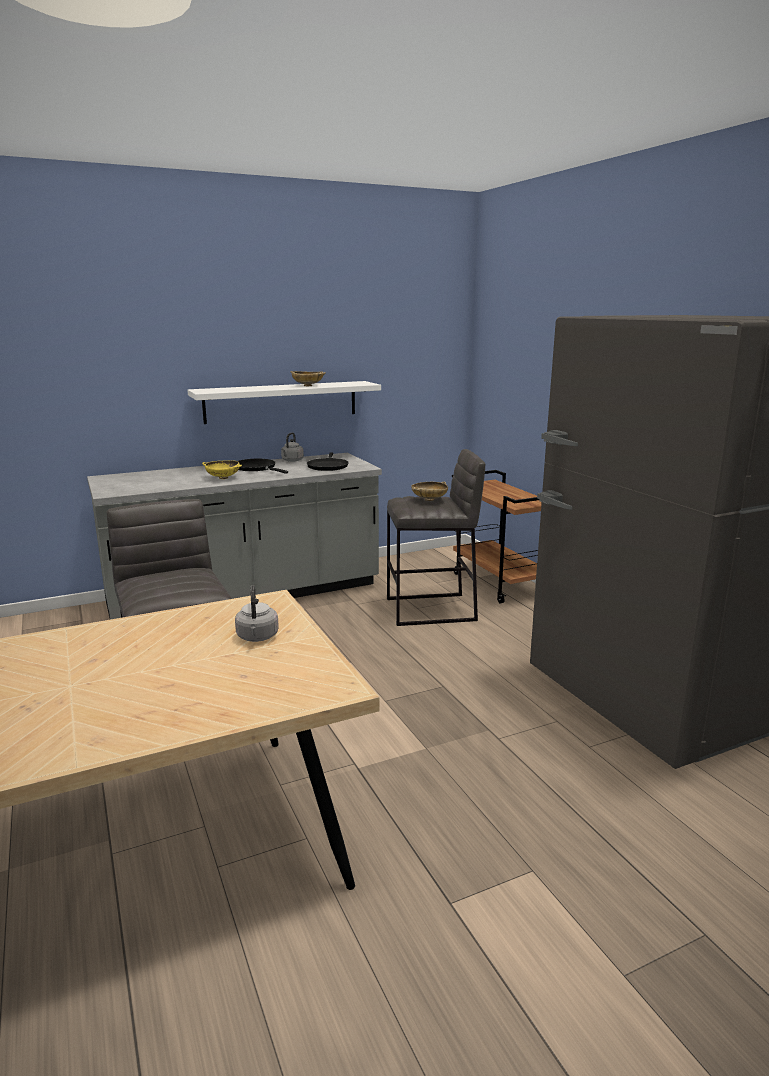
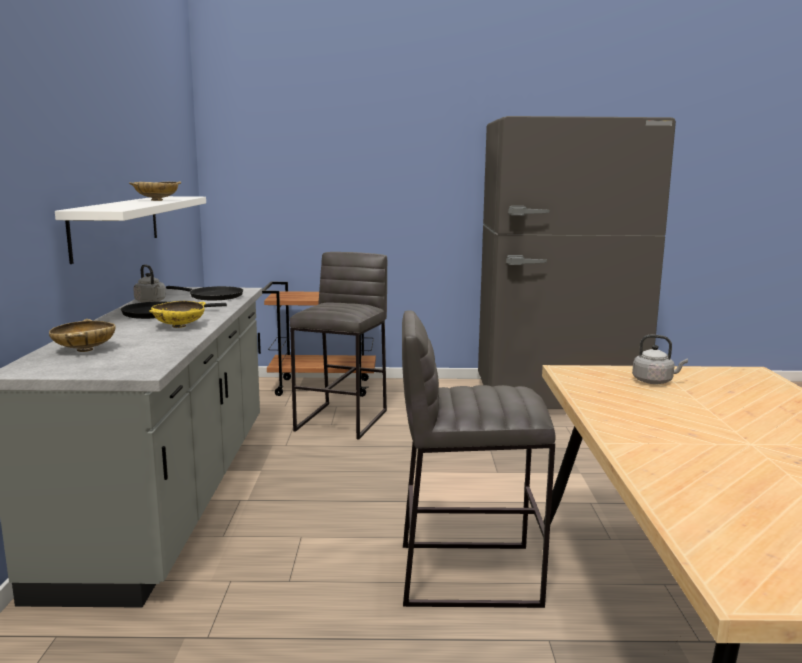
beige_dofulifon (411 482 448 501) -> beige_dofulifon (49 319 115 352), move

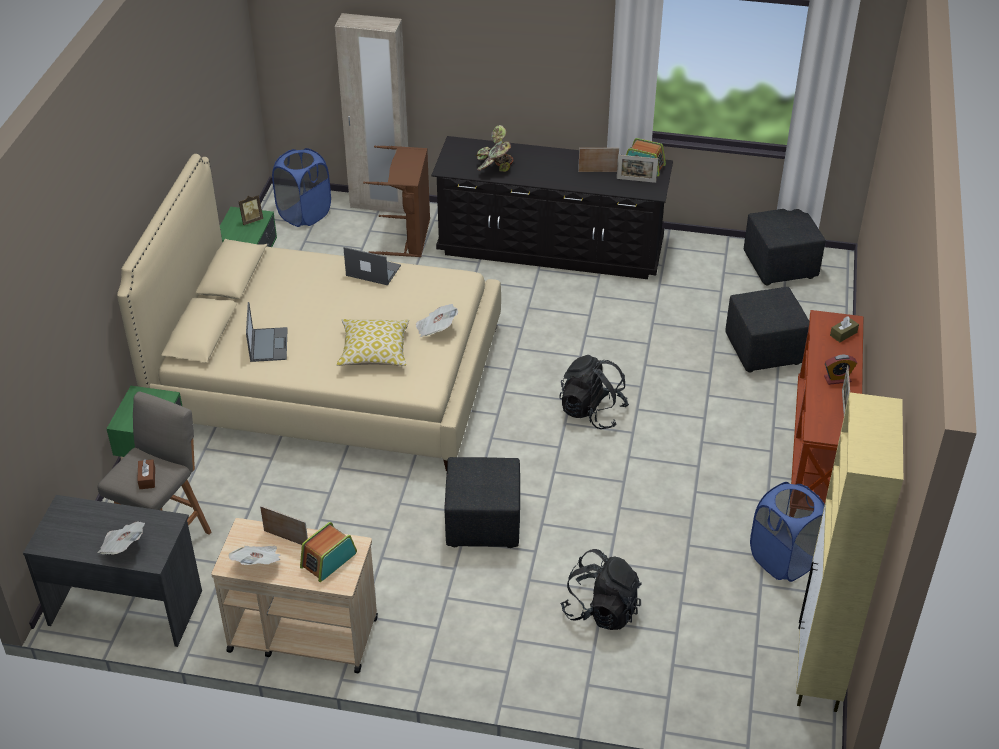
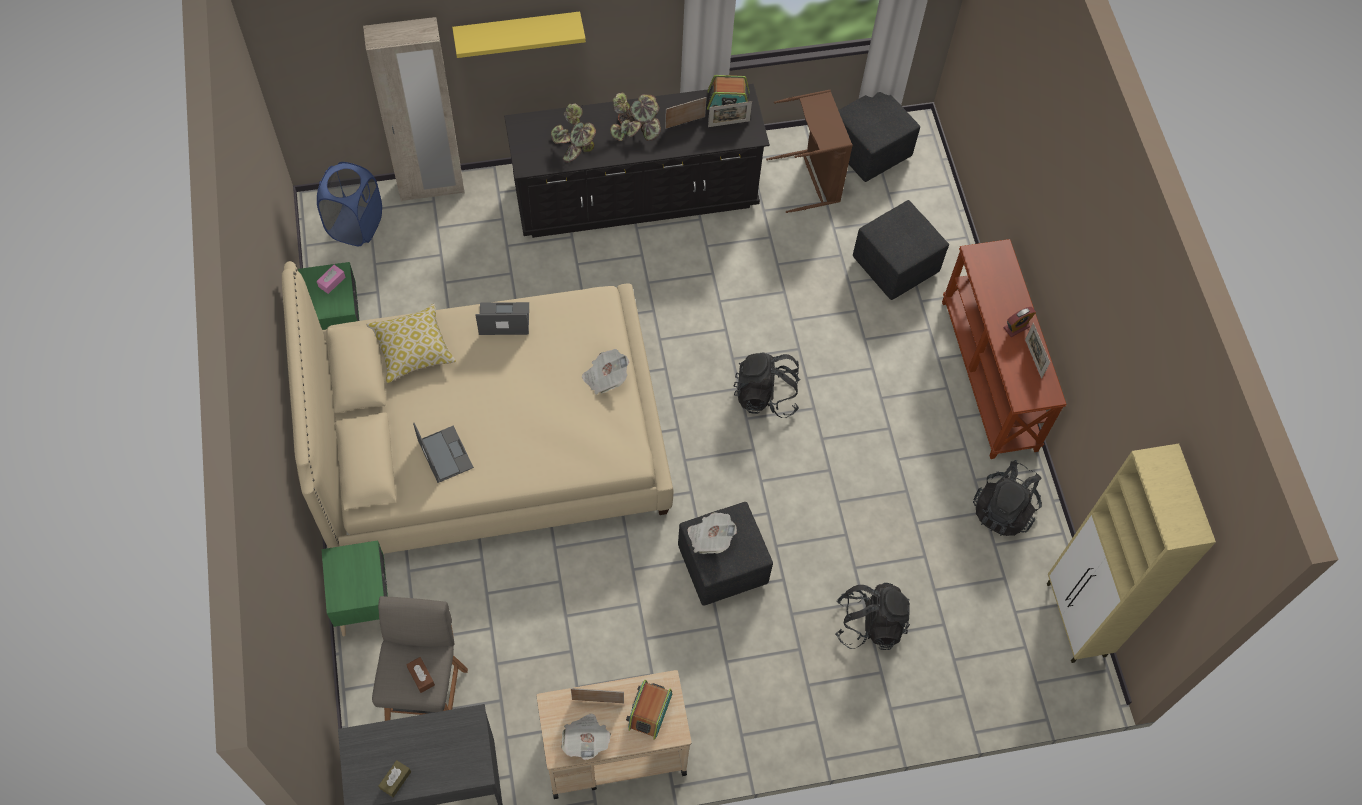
none -> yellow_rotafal (452 12 586 58)
none -> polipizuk (610 93 661 141)
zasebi (98 521 145 555) -> zasebi (687 512 737 554), move
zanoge (337 319 409 366) -> zanoge (366 303 456 384), move
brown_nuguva (363 146 430 257) -> brown_nuguva (766 90 853 213), move
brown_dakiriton (830 316 859 342) -> brown_dakiriton (378 760 411 797), move
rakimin (238 195 263 225) -> pink_dakiriton (317 265 346 294)
blue_nuguva (750 482 825 582) -> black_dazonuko (973 460 1042 536)

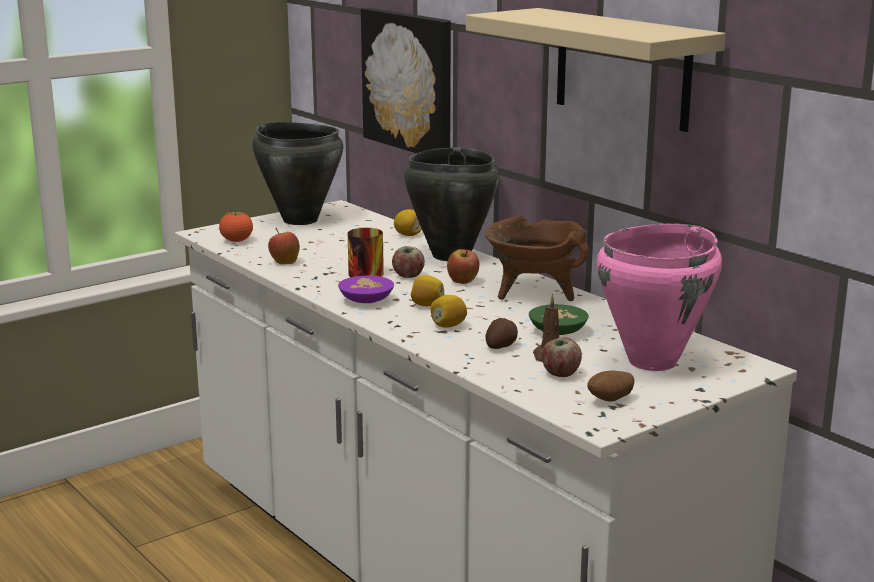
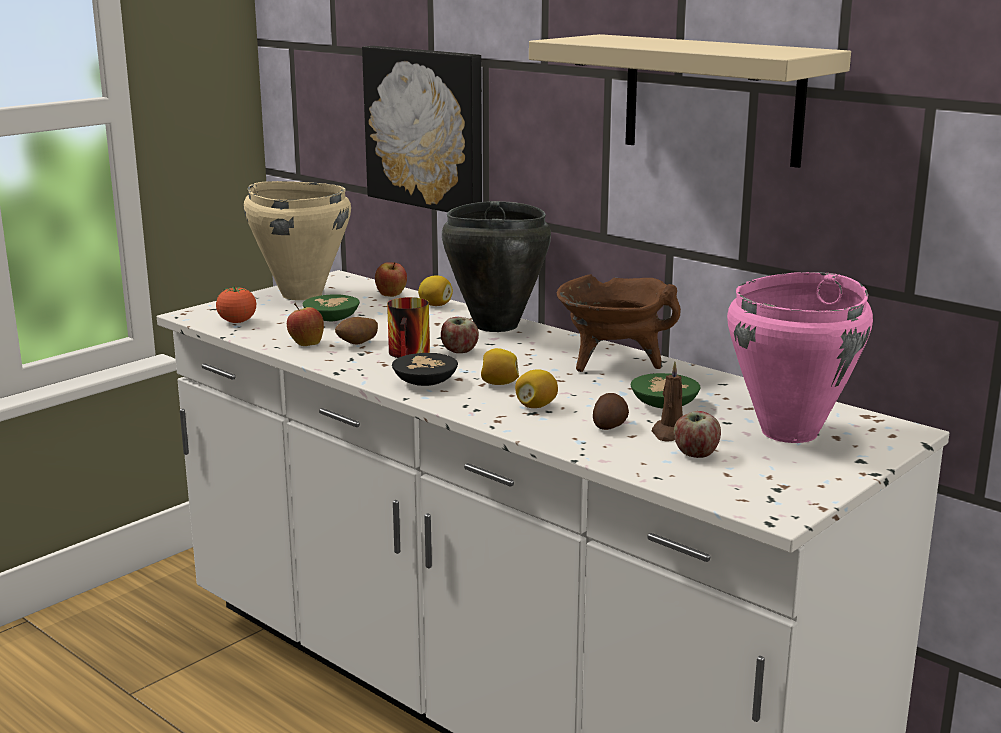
none -> green_dofulifon (303 295 360 321)
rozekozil (447 249 479 284) -> rozekozil (375 262 407 297), move
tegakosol (587 371 635 402) -> tegakosol (335 317 378 344), move
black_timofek (252 122 343 225) -> beige_timofek (244 181 351 300)
purple_dofulifon (338 275 394 303) -> black_dofulifon (392 353 458 386)

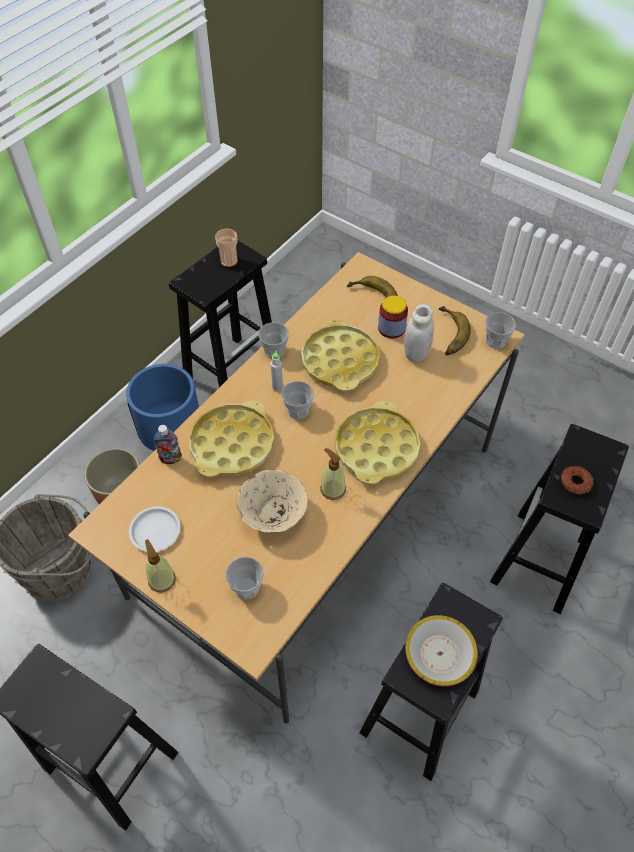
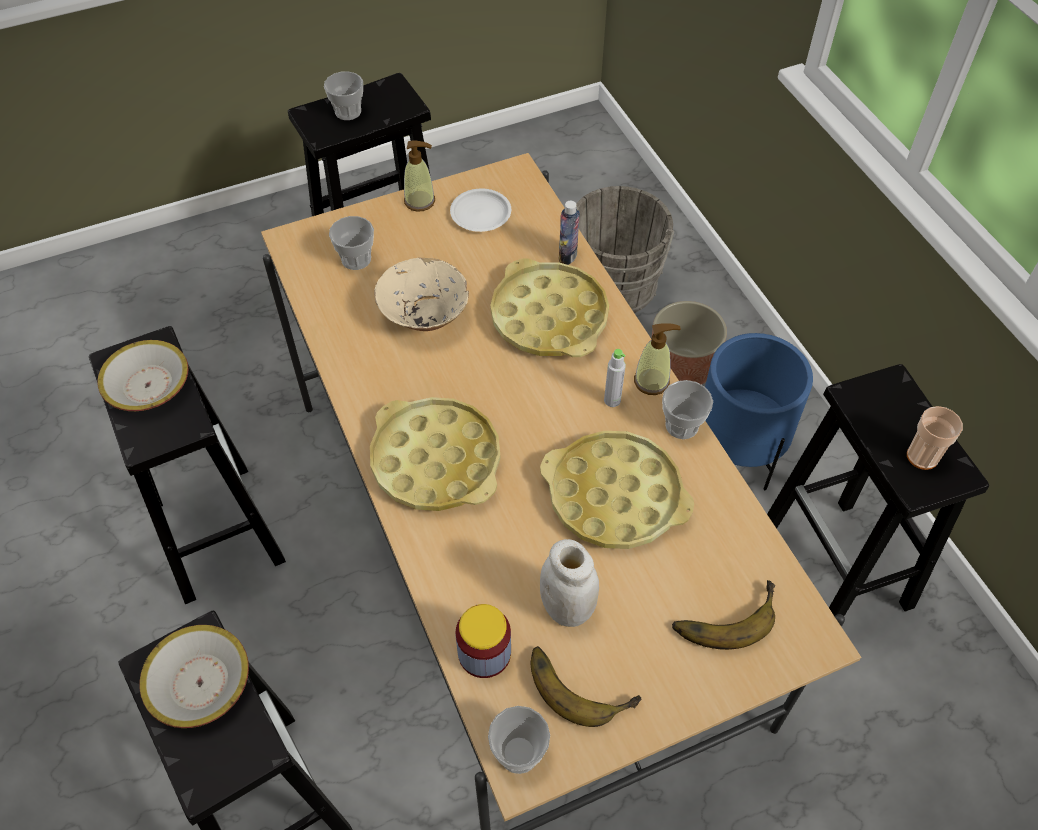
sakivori (281 381 314 419) -> sakivori (324 72 363 120), move
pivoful (320 448 346 500) -> pivoful (634 323 681 395), move
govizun (378 295 408 338) -> govizun (456 604 511 678), move
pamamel (561 466 594 494) -> dofulifon (140 625 249 728)

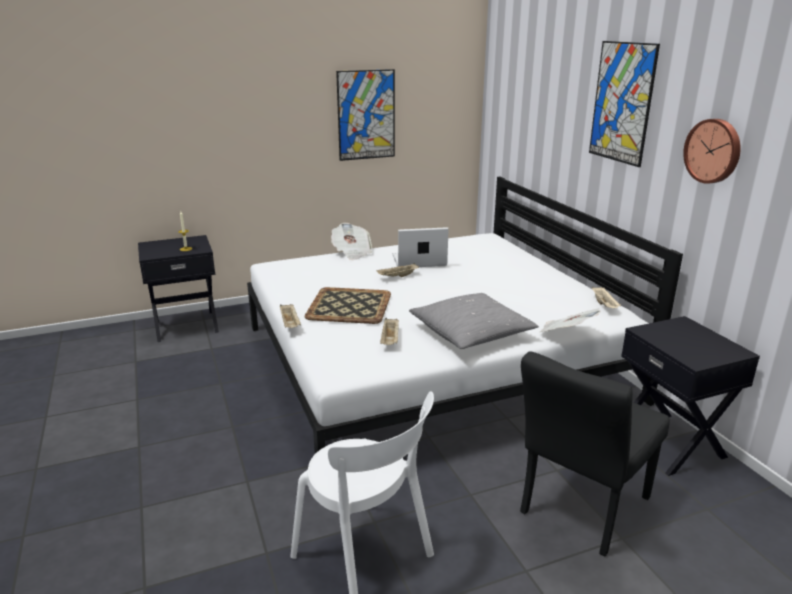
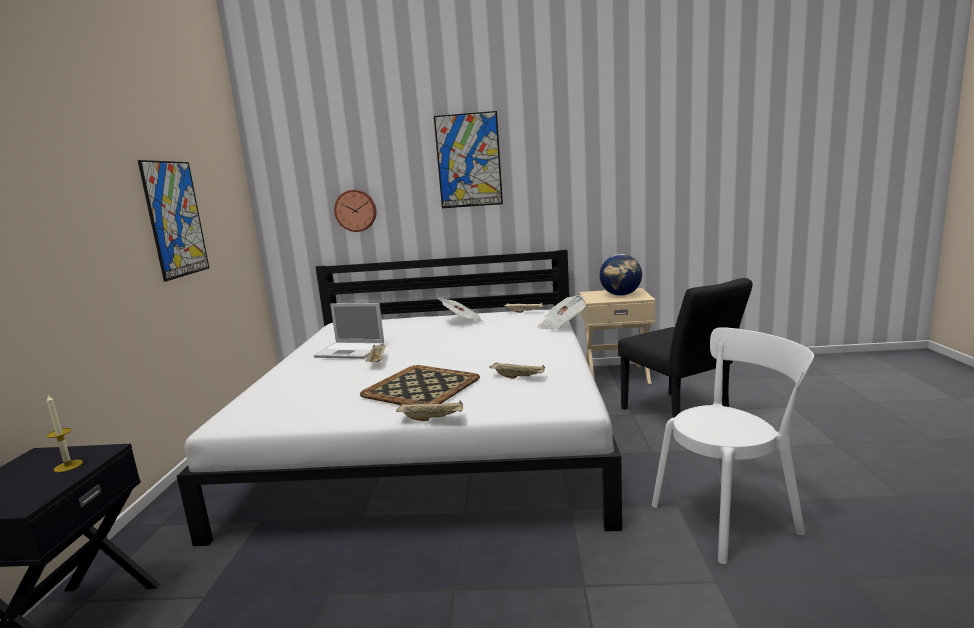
grey_zanoge (409 293 539 349) -> none
none -> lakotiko (600 254 642 296)
zasebi (331 223 372 260) -> zasebi (438 298 484 322), move
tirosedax (683 119 741 184) -> tirosedax (334 190 377 232), move
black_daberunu (621 316 760 476) -> beige_daberunu (579 288 656 384)
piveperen (393 227 449 267) -> piveperen (314 303 384 359), 90 degrees counterclockwise

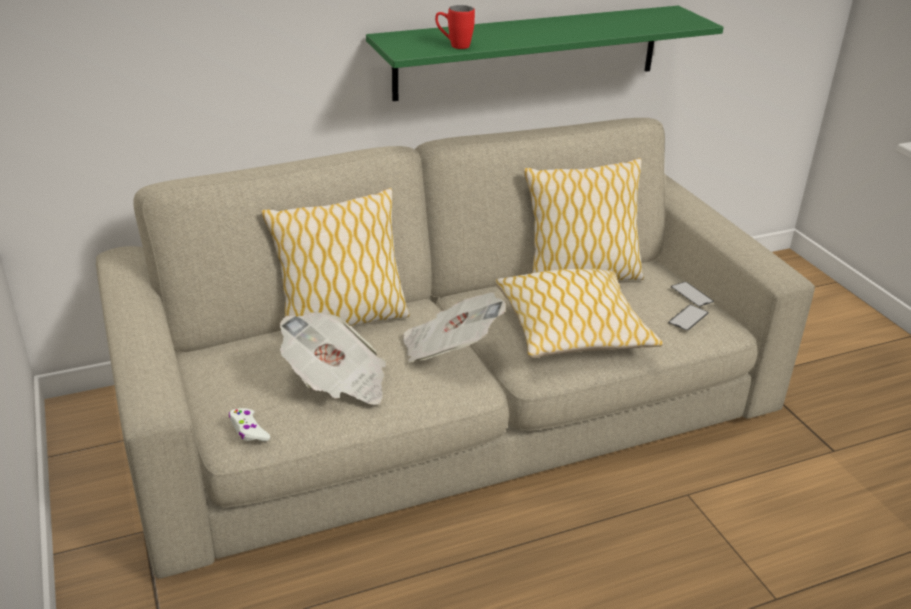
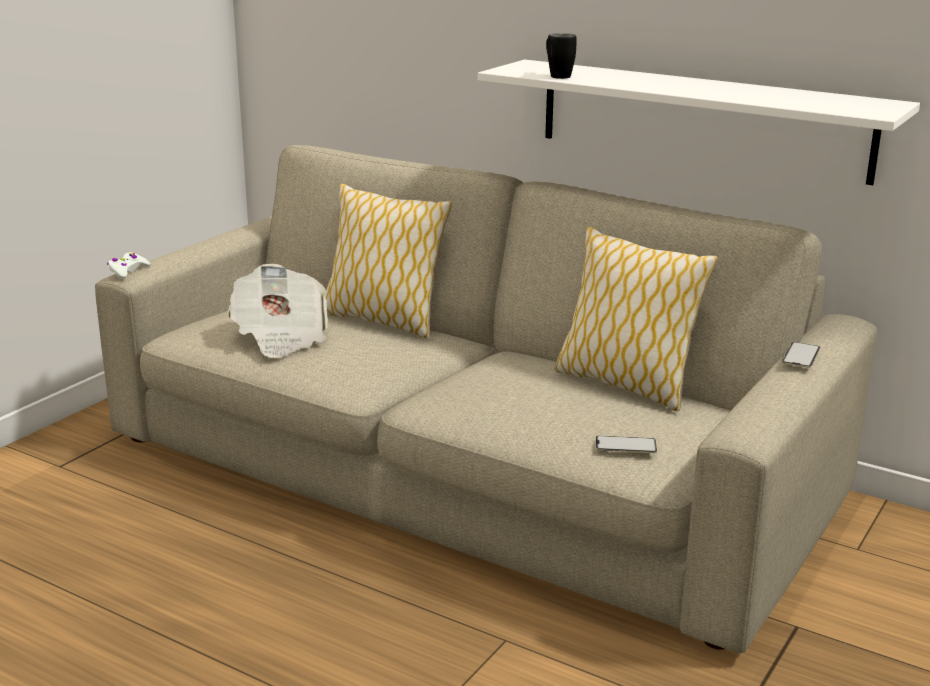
zasebi (403 292 506 363) -> none
zanoge (495 269 663 358) -> none
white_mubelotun (229 408 270 441) -> white_mubelotun (107 252 151 279), move
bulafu (671 282 714 307) -> bulafu (782 342 820 368), move
green_rotafal (366 6 724 101) -> white_rotafal (478 59 920 185)
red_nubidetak (435 5 475 49) -> black_nubidetak (546 33 577 79)

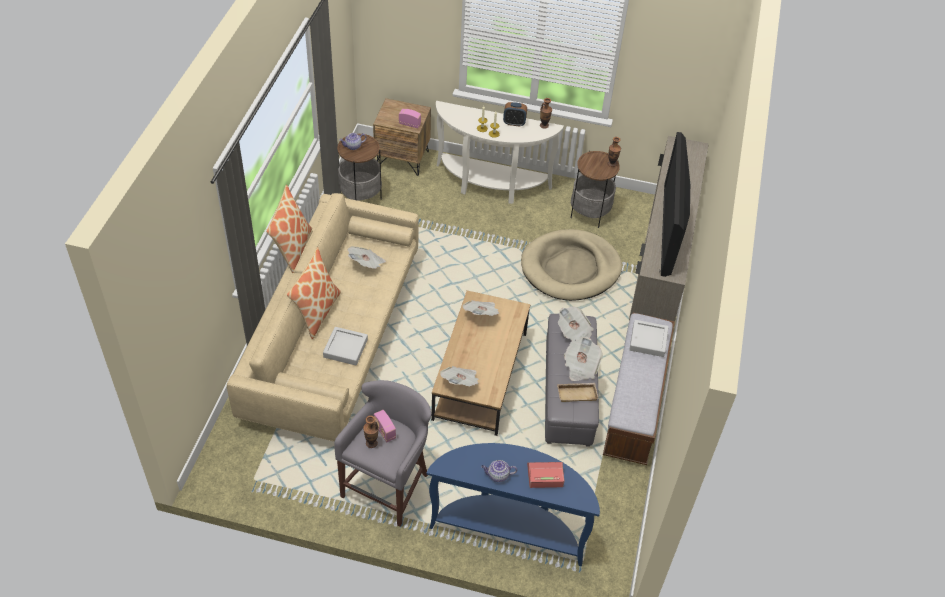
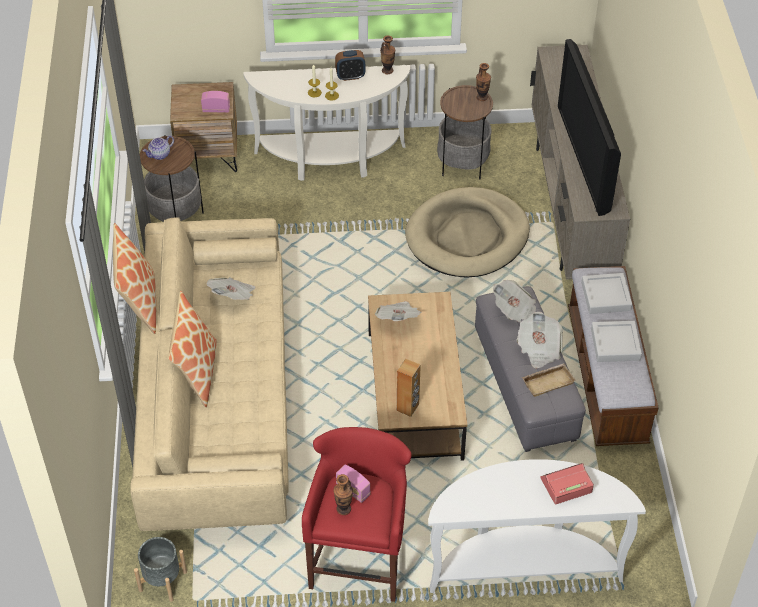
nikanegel (481 460 517 482) -> none
none -> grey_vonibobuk (134 537 187 602)
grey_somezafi (323 327 368 365) -> grey_somezafi (591 321 642 362), move
zasebi (440 366 479 386) -> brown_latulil (397 359 421 417)
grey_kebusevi (334 380 431 526) -> red_kebusevi (302 427 412 602)
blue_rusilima (426 443 600 566) -> white_rusilima (428 459 646 593)

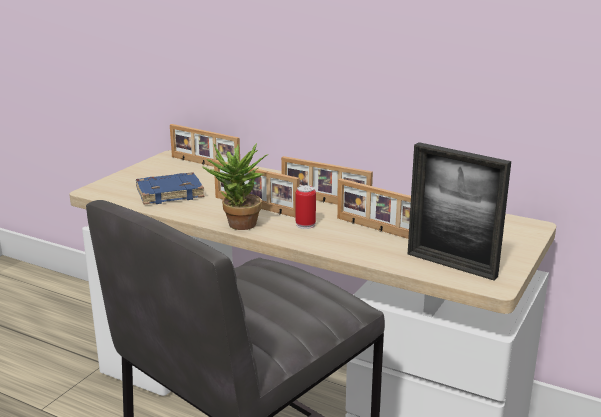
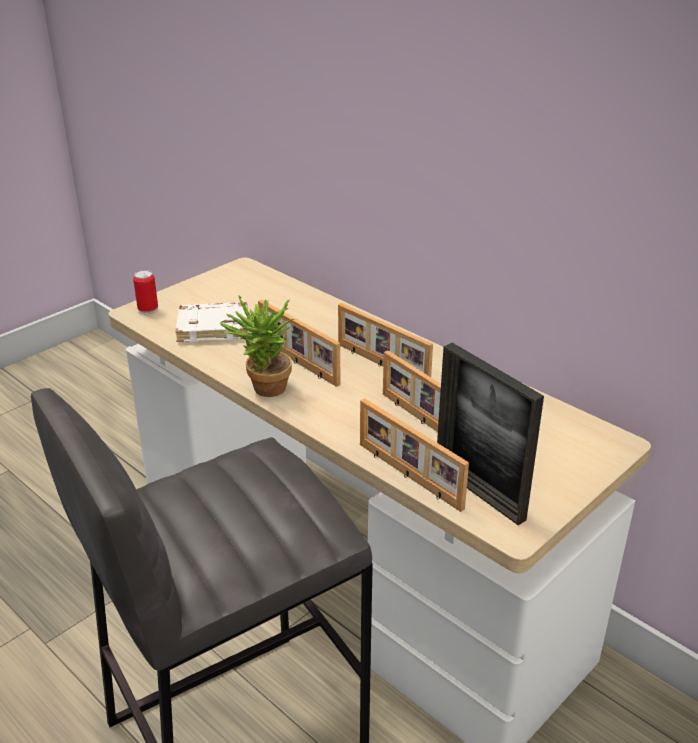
rakimin (170 124 240 167) -> rakimin (360 398 469 512), move
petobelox (296 185 316 229) -> petobelox (133 270 158 315), move
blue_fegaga (136 172 204 205) -> white_fegaga (175 302 248 343)

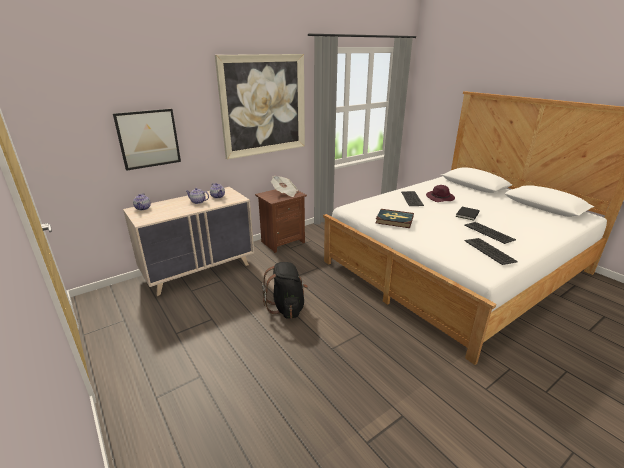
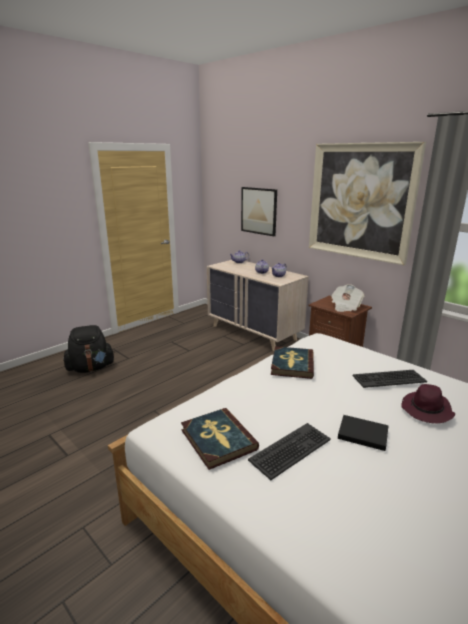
black_dazonuko (262 262 308 319) -> black_dazonuko (63 325 115 373), move
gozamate (465 238 518 265) -> fegaga (181 408 259 470)

